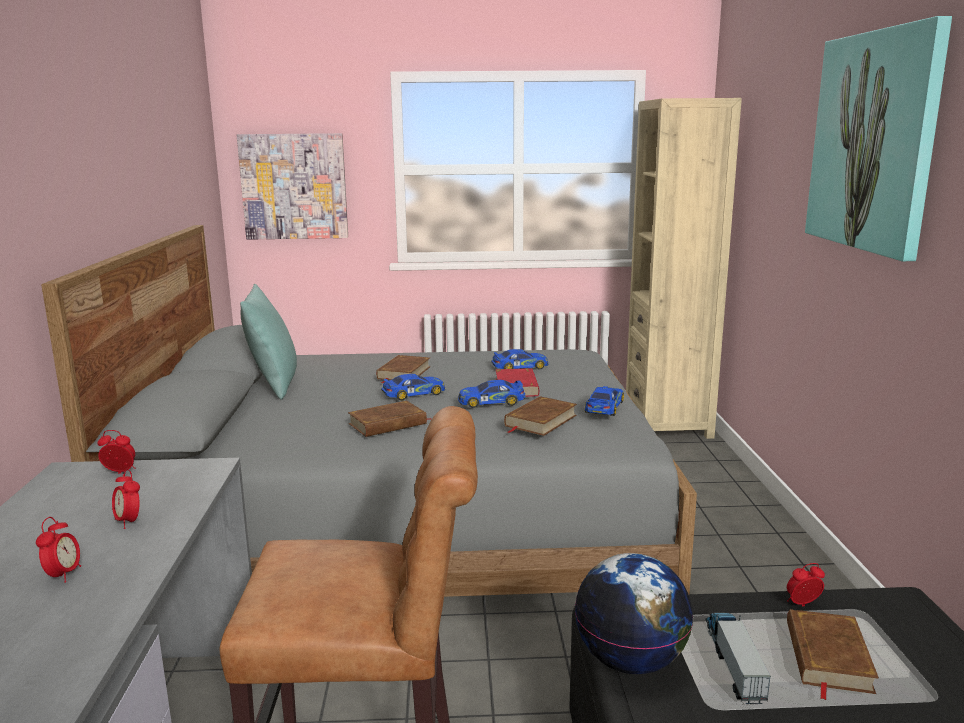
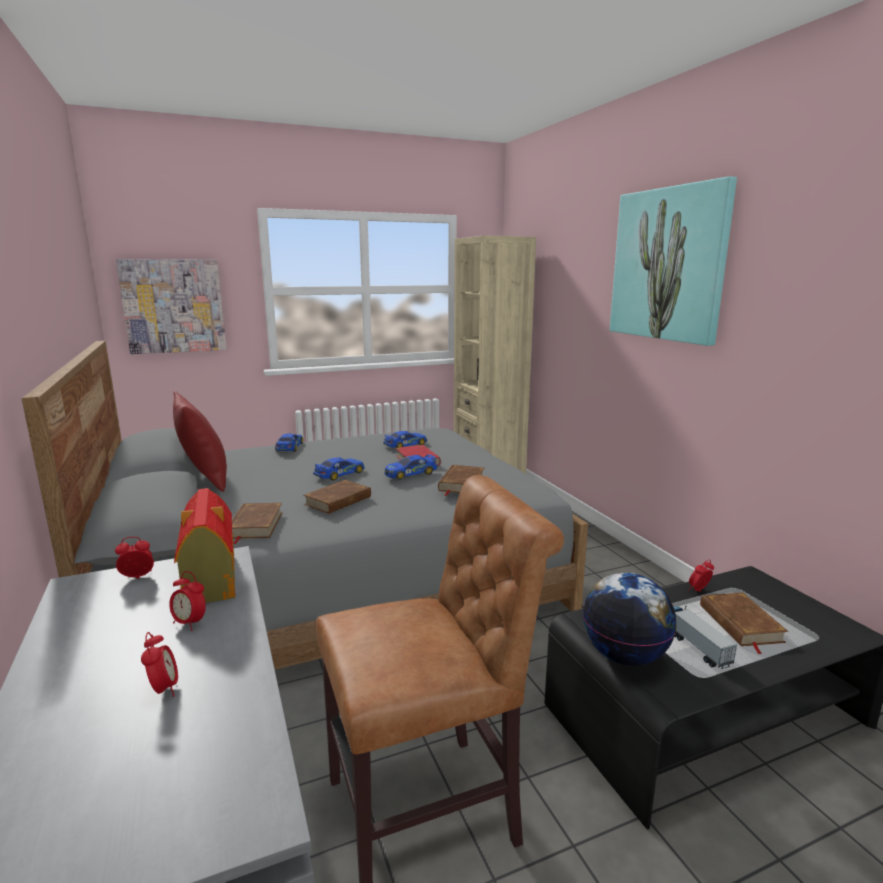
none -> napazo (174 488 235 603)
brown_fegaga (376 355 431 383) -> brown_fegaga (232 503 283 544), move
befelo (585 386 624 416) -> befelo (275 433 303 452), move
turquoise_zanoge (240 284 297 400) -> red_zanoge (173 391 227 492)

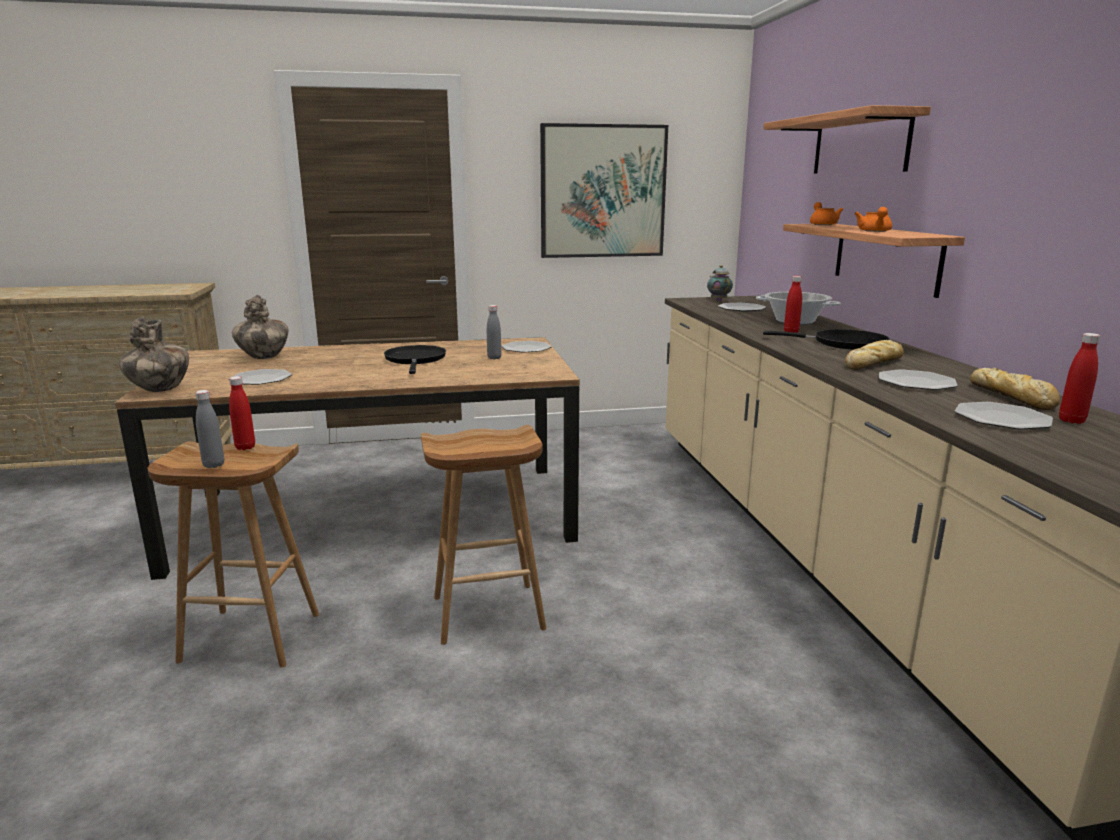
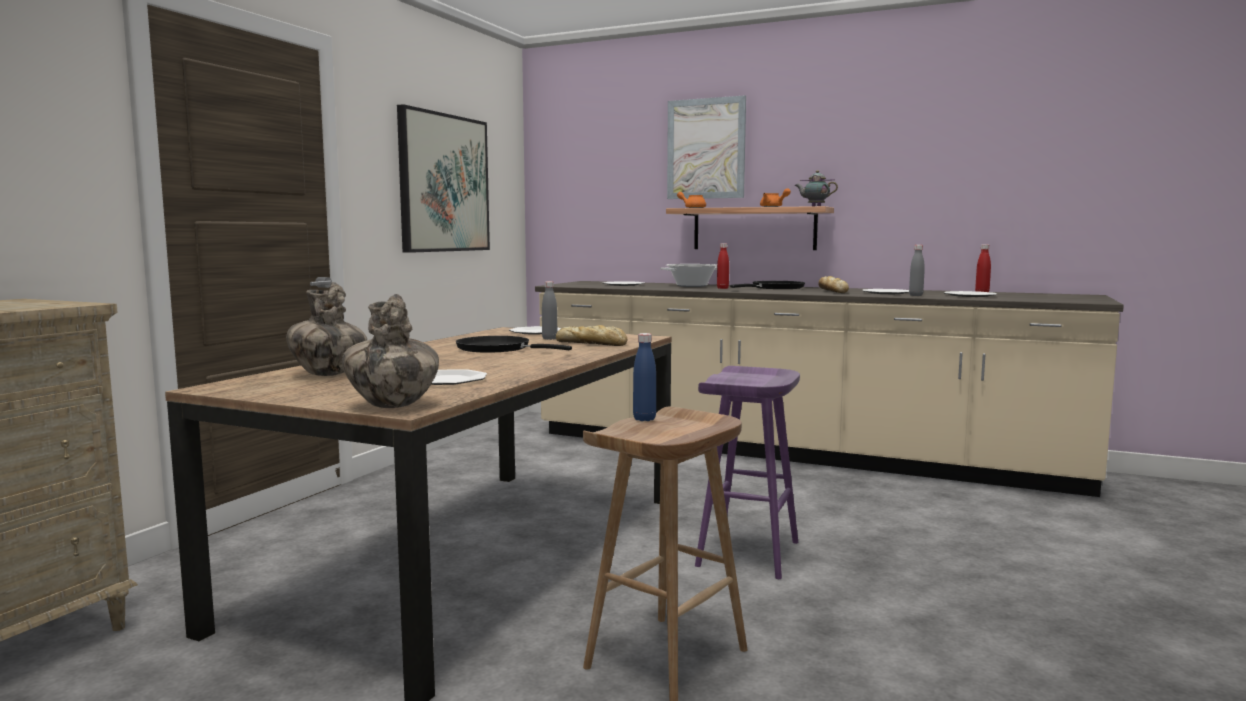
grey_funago (195 390 224 468) -> grey_funago (909 245 925 296), move
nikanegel (707 265 733 301) -> nikanegel (795 170 838 206), move
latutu (970 368 1060 410) -> latutu (556 325 628 346), move
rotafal (763 105 931 173) -> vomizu (667 95 746 199)
red_funago (229 376 255 450) -> blue_funago (633 333 656 421)
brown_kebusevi (421 425 546 645) -> purple_kebusevi (695 366 800 579)

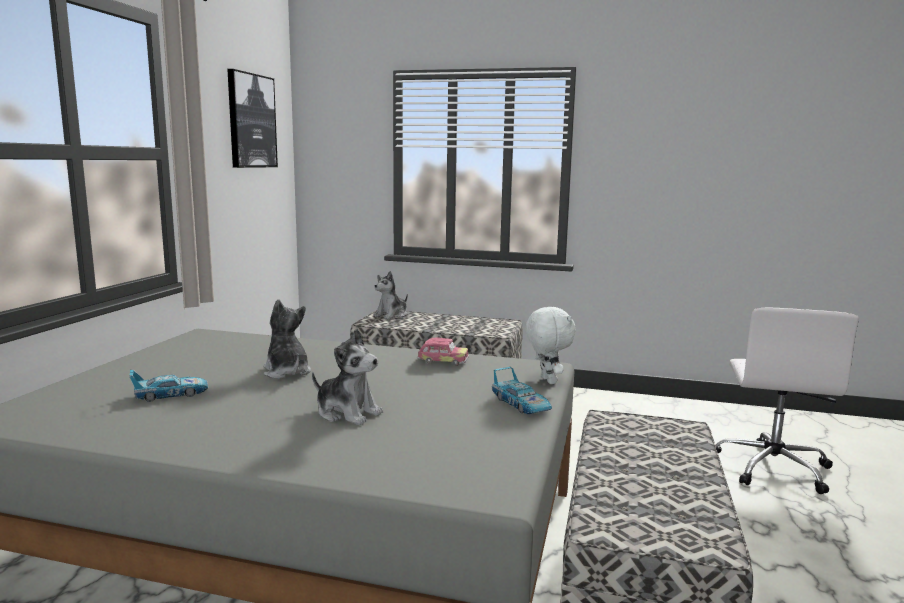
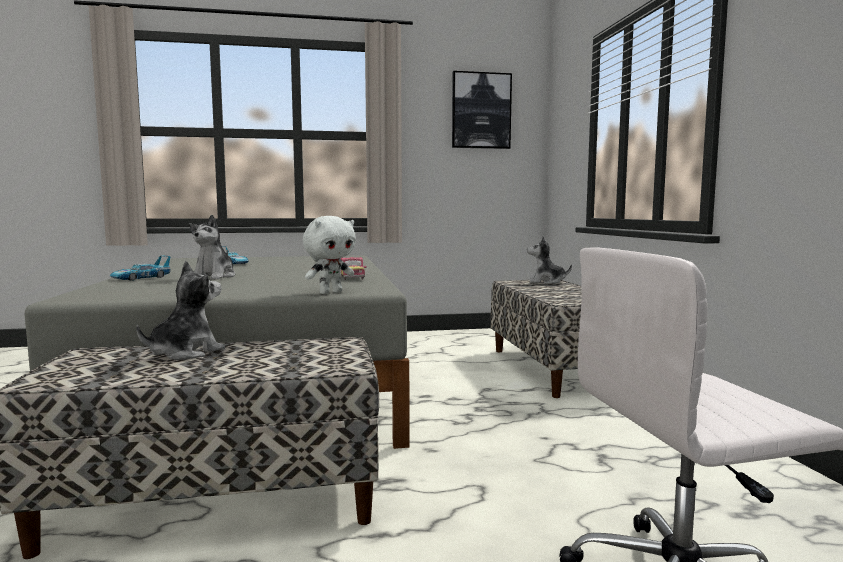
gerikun (264 299 311 379) -> gerikun (136 261 225 360), move
befelo (492 367 552 414) -> befelo (110 255 170 281), move

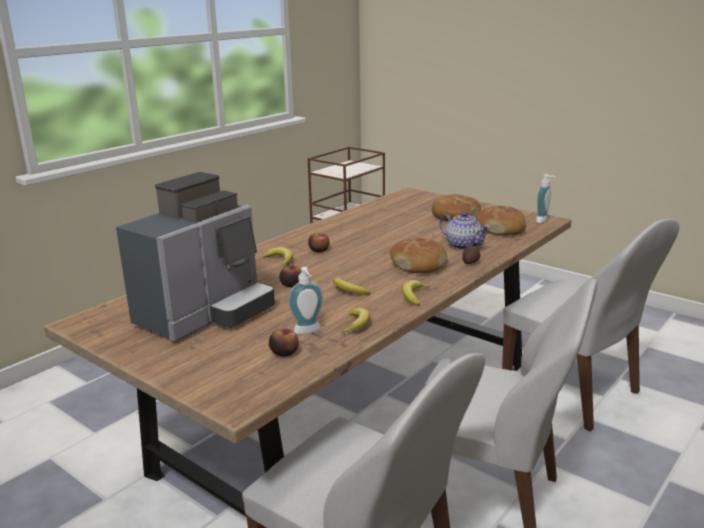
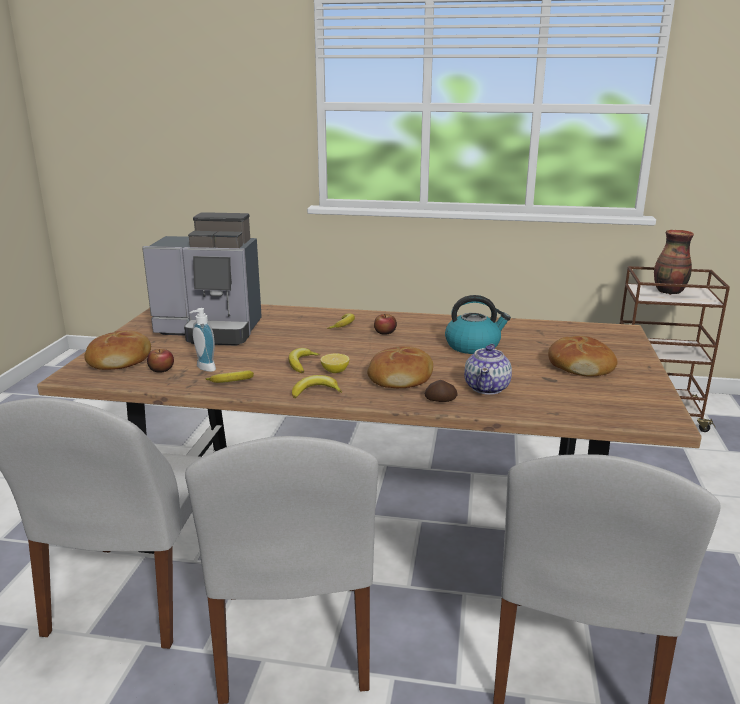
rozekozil (279 265 302 287) -> none
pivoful (536 174 556 223) -> none
none -> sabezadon (320 353 349 373)
none -> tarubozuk (445 295 511 354)
none -> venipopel (654 230 694 295)
latutu (476 206 526 236) -> latutu (84 330 151 370), move

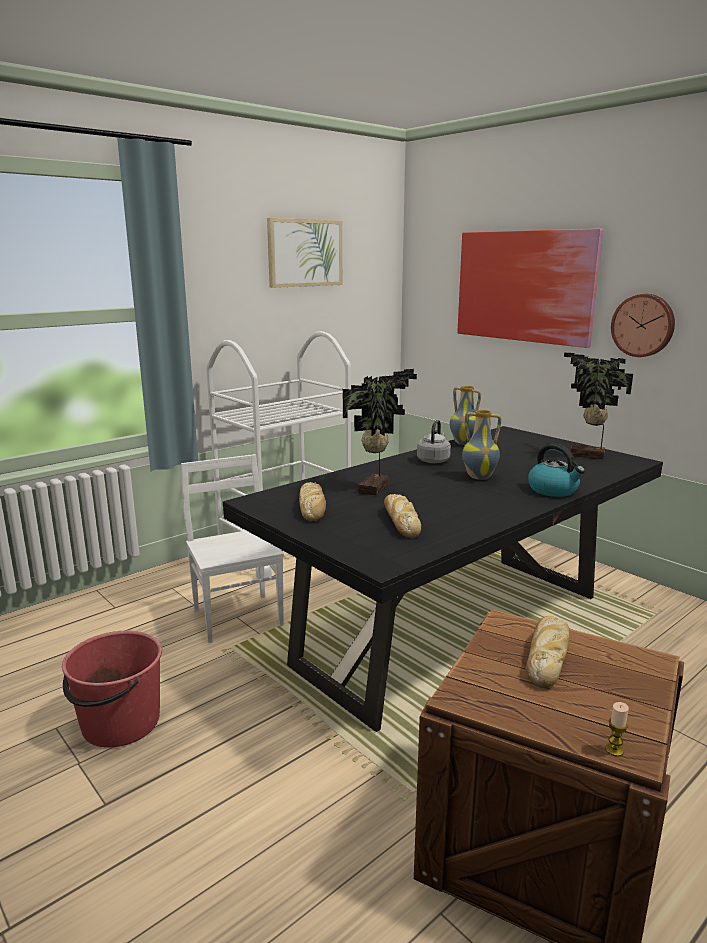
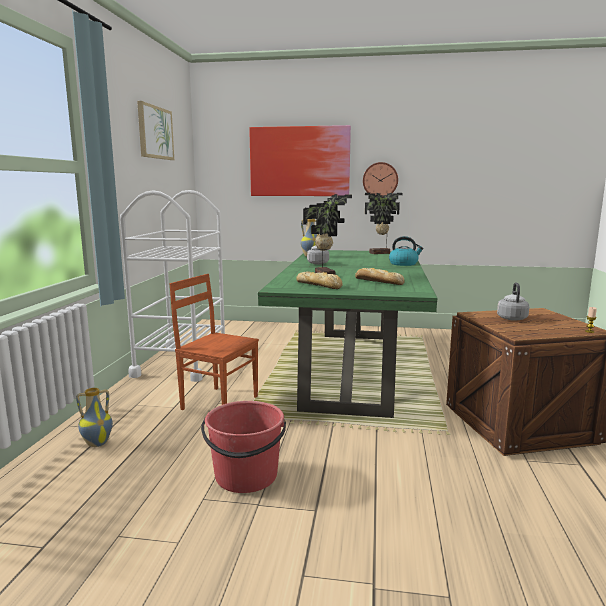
venipopel (462 410 502 480) -> venipopel (76 388 113 447), move
latutu (526 616 570 688) -> grey_tarubozuk (497 282 529 321)
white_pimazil (181 454 284 643) -> brown_pimazil (170 274 259 410)
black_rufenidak (222 426 663 732) -> green_rufenidak (258 250 437 418)

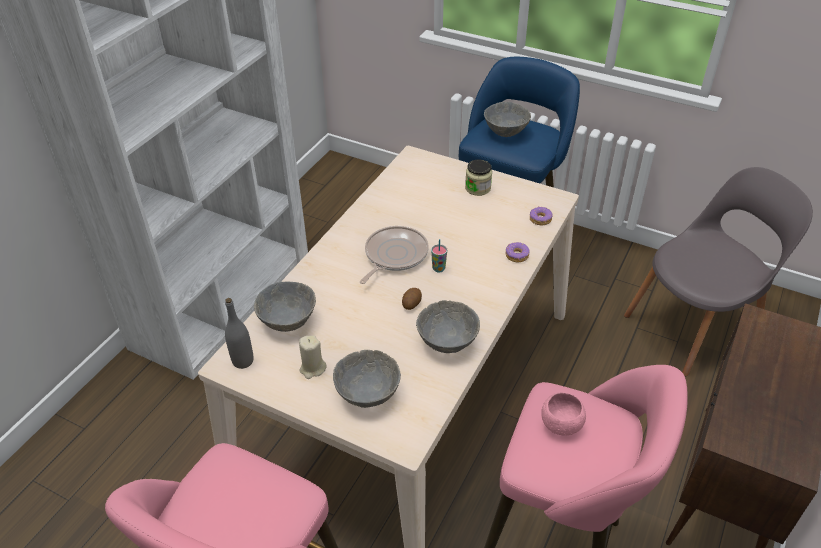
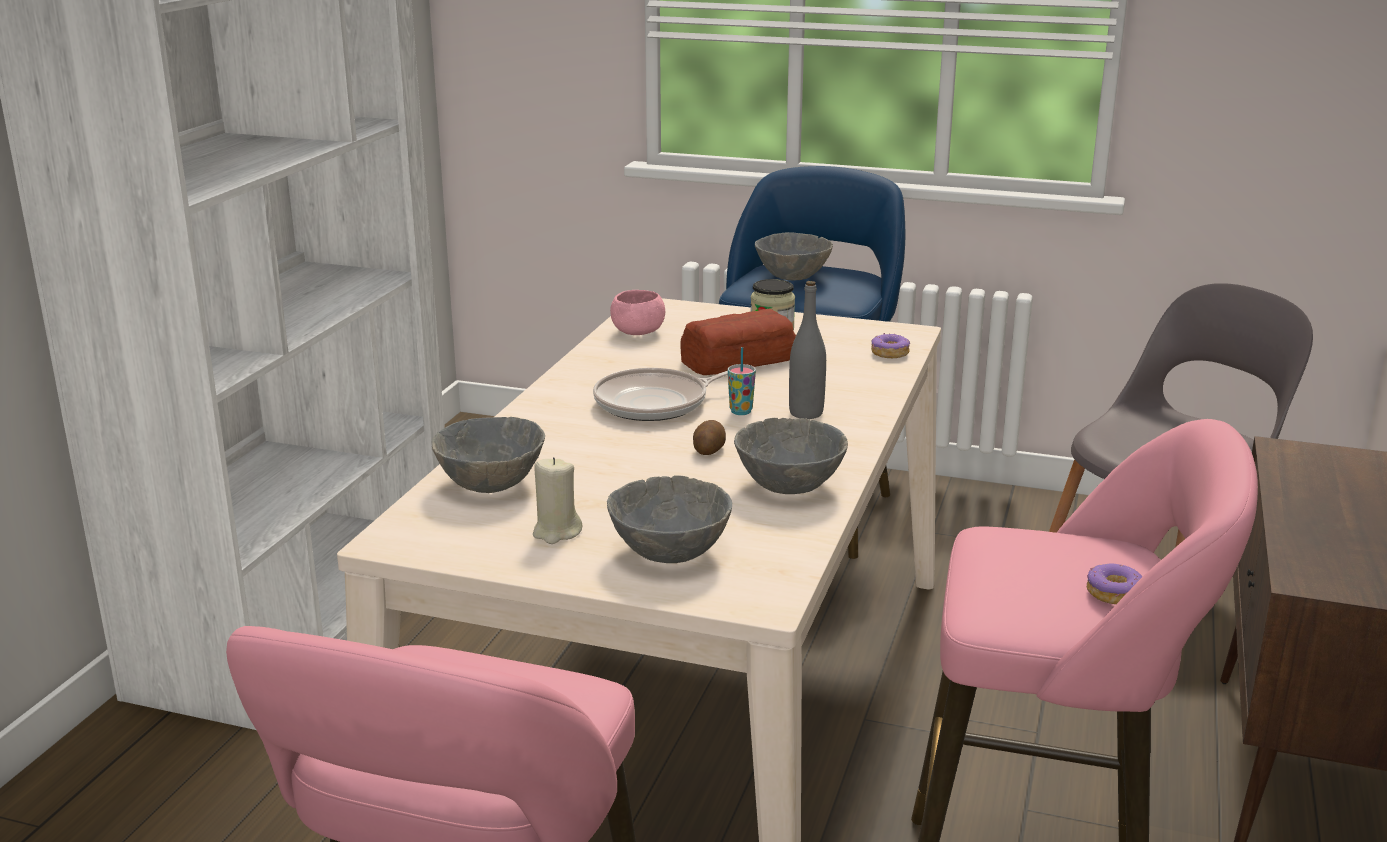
none -> latutu (680 309 796 375)
grey_funago (225 298 254 369) -> grey_funago (789 281 826 419), move
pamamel (506 242 530 263) -> pamamel (1087 564 1142 604), move
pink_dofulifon (541 392 586 436) -> pink_dofulifon (610 290 665 335), move
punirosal (360 226 429 284) -> punirosal (593 368 728 421), 135 degrees counterclockwise

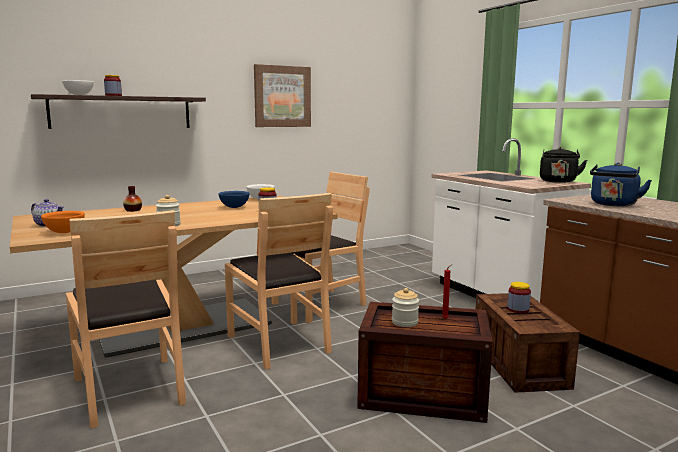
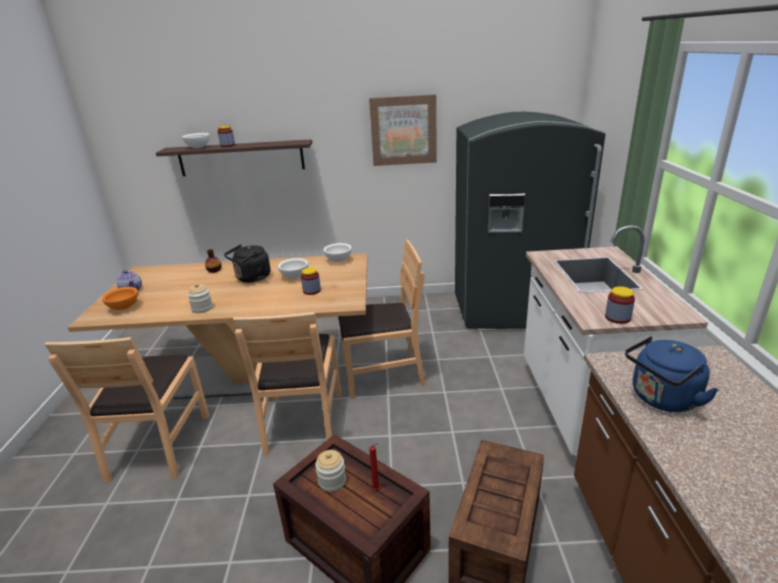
none -> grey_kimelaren (455 112 605 329)
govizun (507 282 531 313) -> govizun (605 286 635 324), move
black_tarubozuk (540 147 587 183) -> black_tarubozuk (224 244 271 283), move
blue_dofulifon (218 191 250 208) -> white_dofulifon (278 258 308 279)

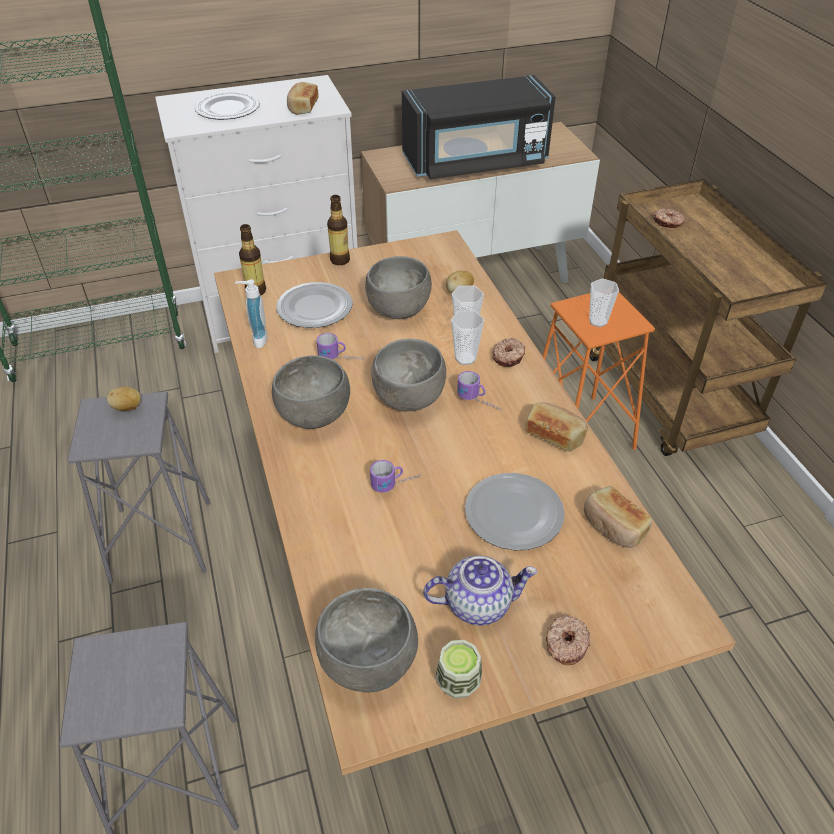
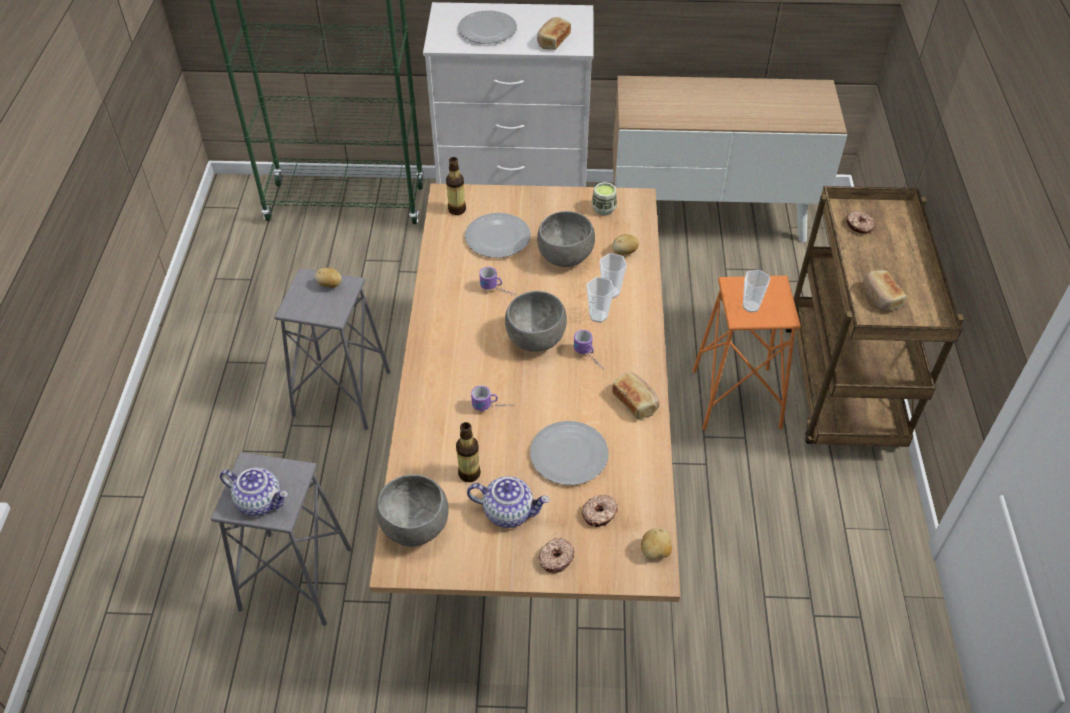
pivoful (235 279 268 348) -> none
grey_dofulifon (272 355 350 429) -> none
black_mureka (402 75 556 179) -> none
none -> nikanegel (220 467 288 516)
none -> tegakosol (641 528 672 559)
funago (327 195 350 265) -> funago (456 422 481 482), move
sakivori (435 640 482 698) -> sakivori (592 182 617 216), move
pamamel (492 338 525 367) -> pamamel (582 495 618 527), move
latutu (584 486 652 548) -> latutu (863 270 906 312), move

